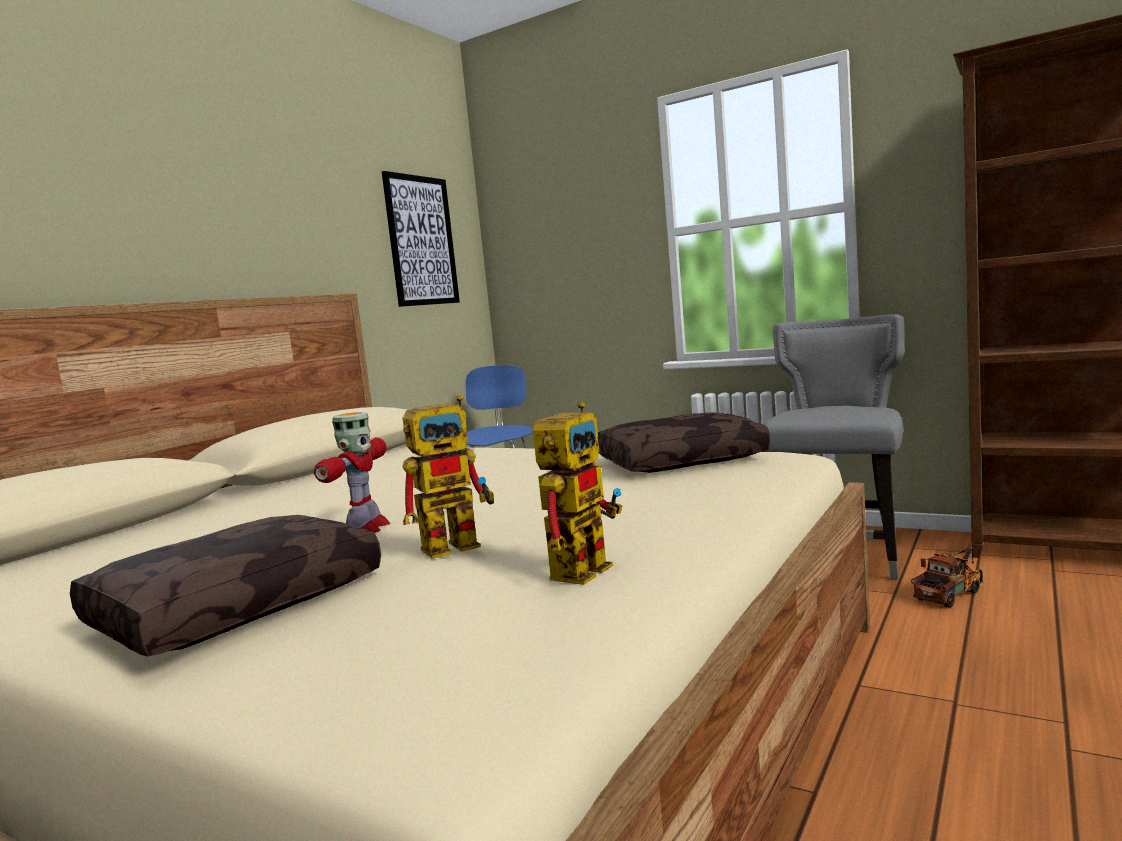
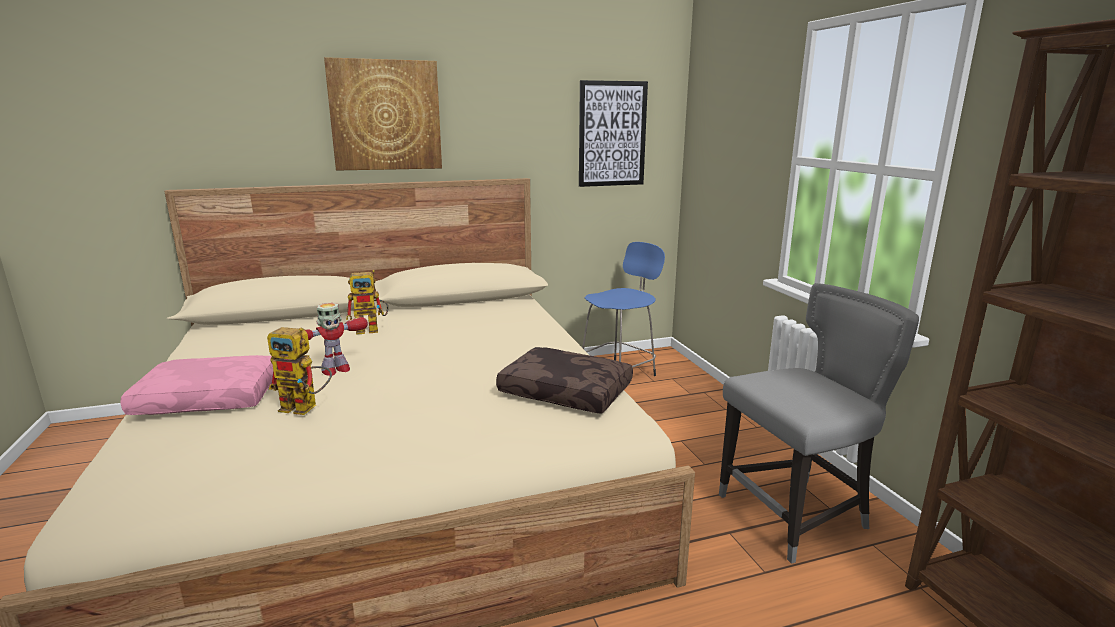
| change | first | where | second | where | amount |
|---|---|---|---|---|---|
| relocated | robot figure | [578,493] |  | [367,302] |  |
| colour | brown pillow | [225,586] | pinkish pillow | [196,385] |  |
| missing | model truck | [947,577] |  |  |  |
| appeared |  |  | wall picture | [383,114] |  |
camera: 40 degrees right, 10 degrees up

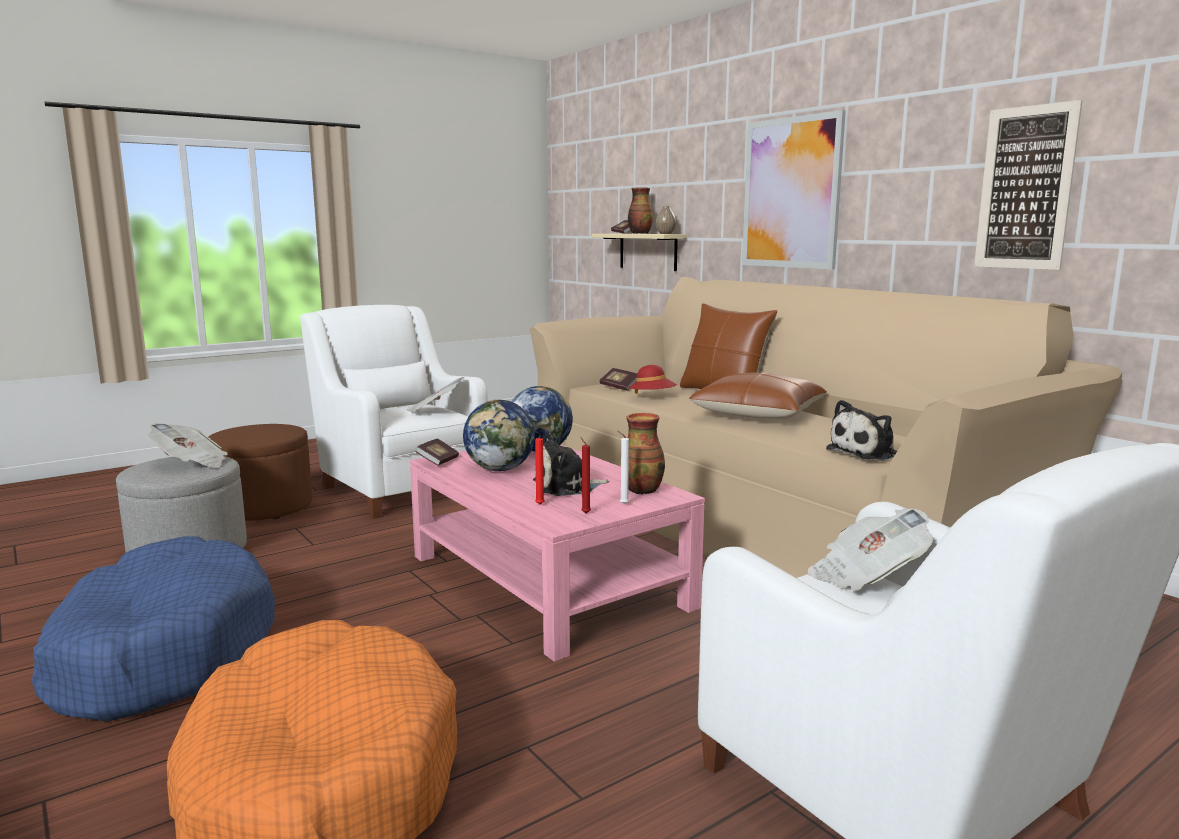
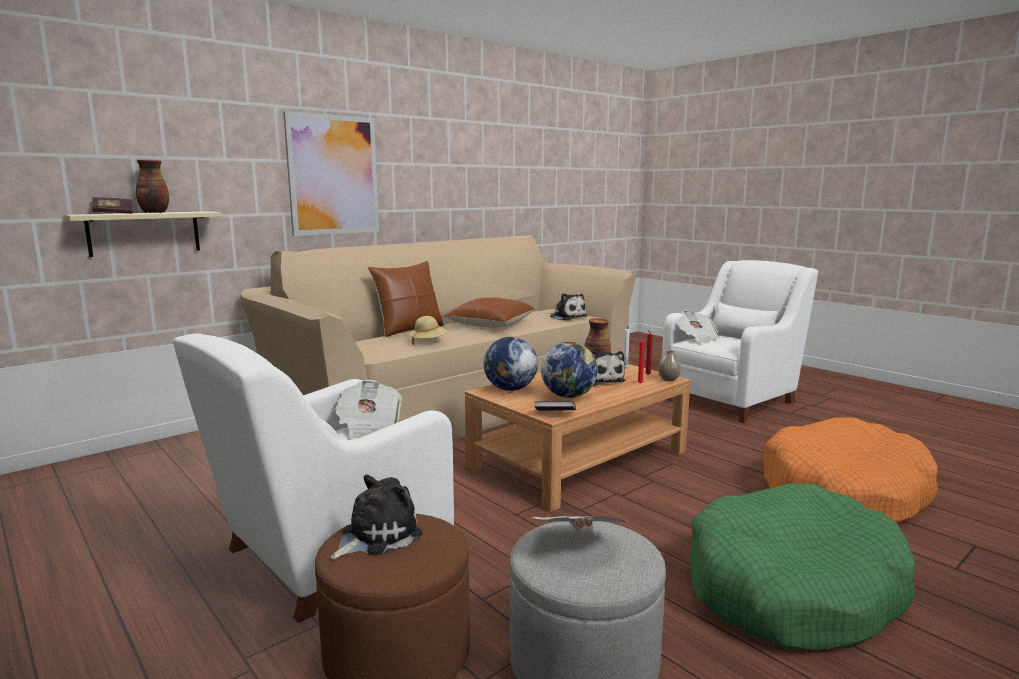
| change | first | where | second | where | amount |
|---|---|---|---|---|---|
| missing | wall picture | [1028,185] |  |  |  |
| relocated | decorative vase | [666,220] |  | [669,365] |  |
| colour | red clothing hat | [653,379] | sand-coloured clothing hat | [428,331] |  |
| missing | volume | [618,379] |  |  |  |
| colour | pinkish low table | [557,553] | brown low table | [578,438] |  |
| colour | blue-coloured dog bed | [153,629] | green-coloured dog bed | [803,566] |  |
| appeared |  |  | plush toy | [376,517] |  |
camera: 95 degrees left, 0 degrees up

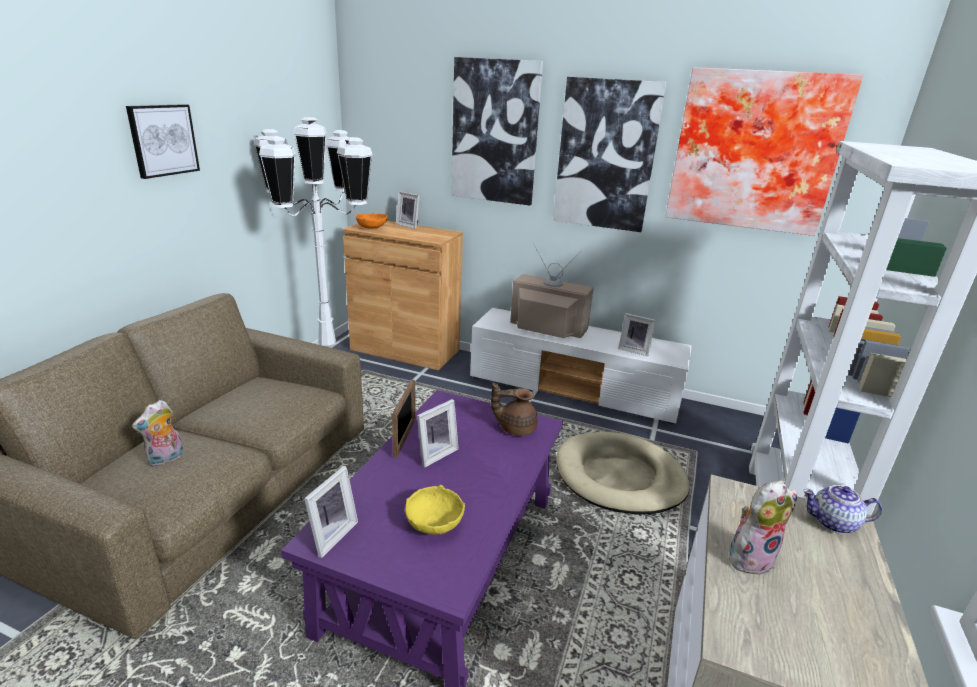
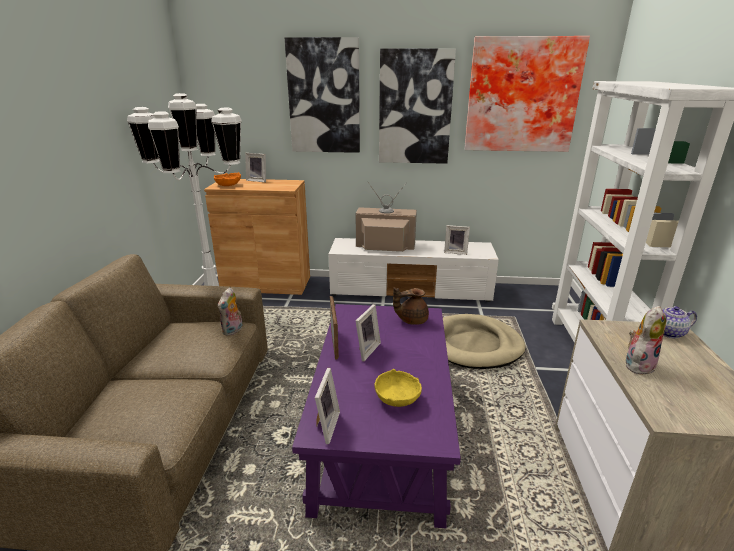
| change | first | where | second | where | amount |
|---|---|---|---|---|---|
| missing | wall picture | [163,141] |  |  |  |
| relocated | plush toy | [158,433] |  | [230,312] |  |
camera: 15 degrees left, 0 degrees up

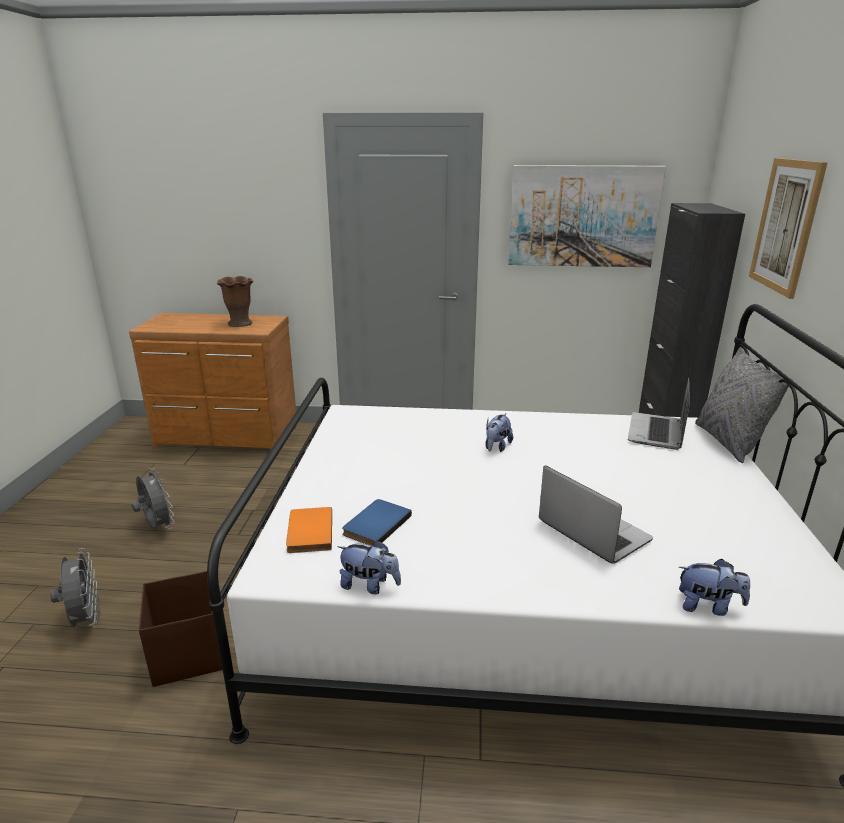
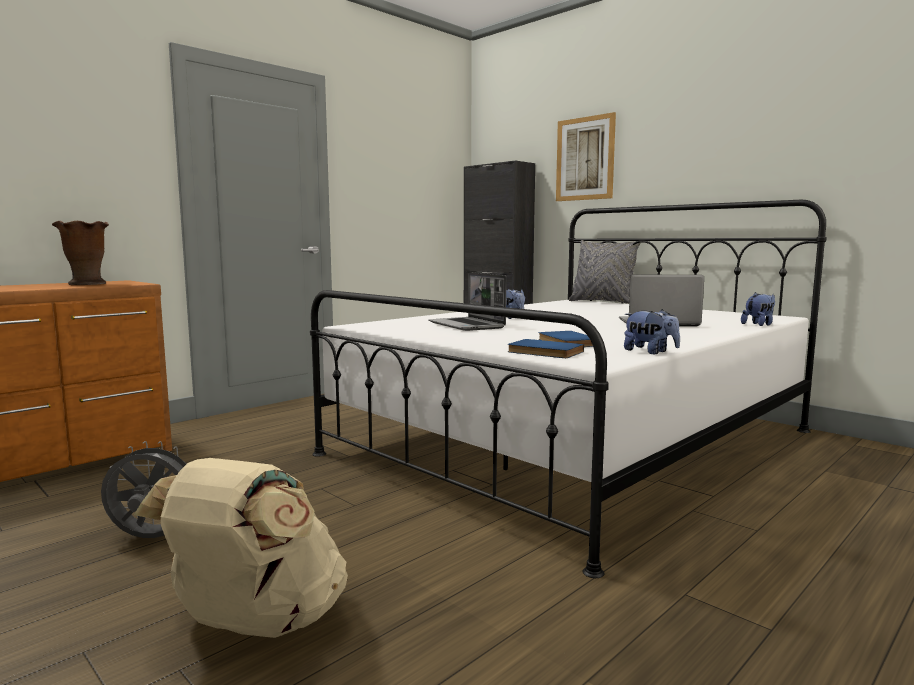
| change | first | where | second | where | amount |
|---|---|---|---|---|---|
| missing | wall picture | [587,216] |  |  |  |
| relocated | laptop | [659,414] |  | [467,301] |  |
| colour | orange-coloured volume | [309,530] | blue-coloured volume | [546,348] |  |
| spun | plush toy | [369,567] |  | [652,332] | 75 degrees clockwise |
| exchanged | greyish electric fan | [75,588] | sand-coloured knapsack | [241,548] |  |
| missing | brown storage bin | [180,629] |  |  |  |
camera: 50 degrees left, 15 degrees down

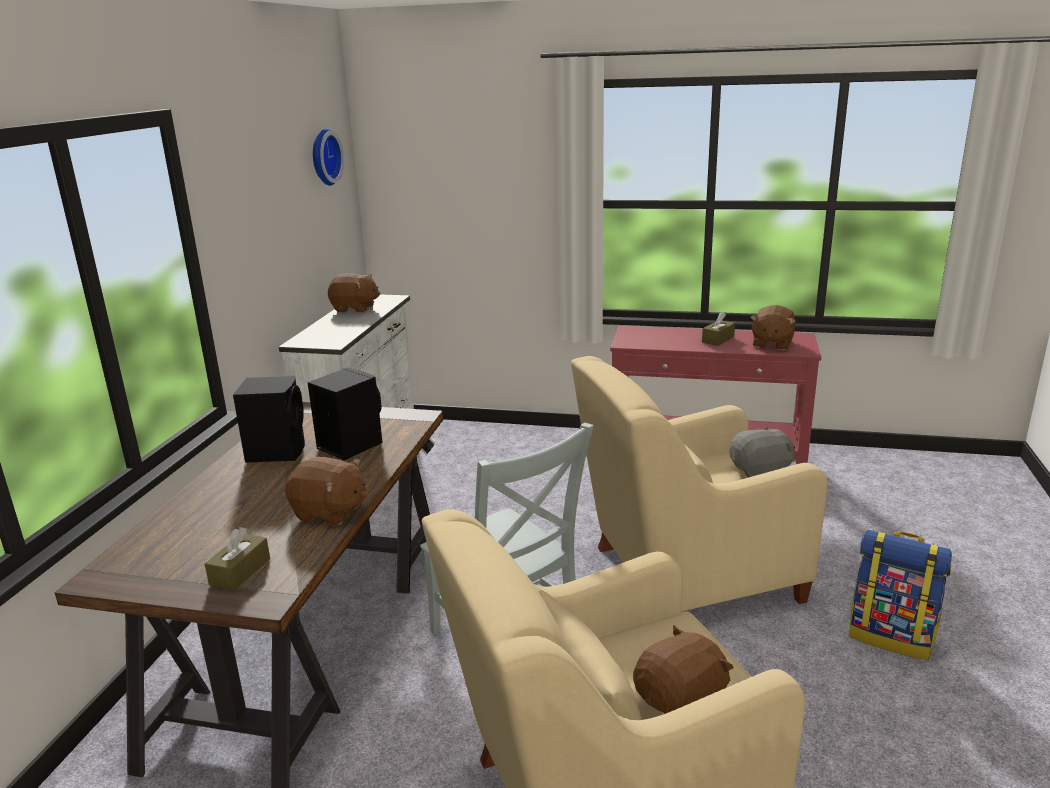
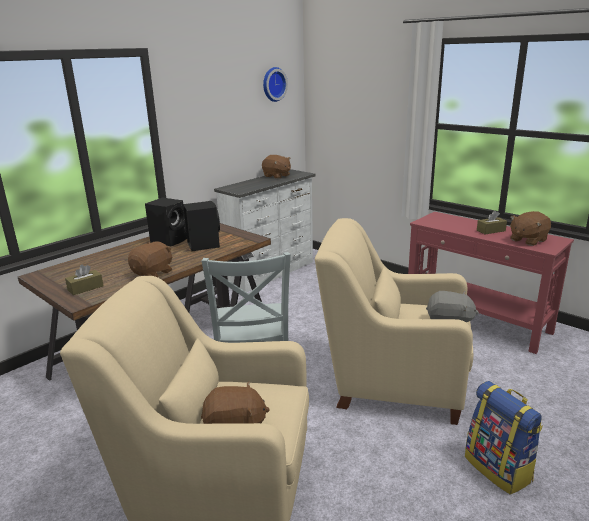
| change | first | where | second | where | amount |
|---|---|---|---|---|---|
| spun | brown plush toy | [326,491] |  | [150,259] | 105 degrees counterclockwise |
camera: 30 degrees right, 0 degrees up

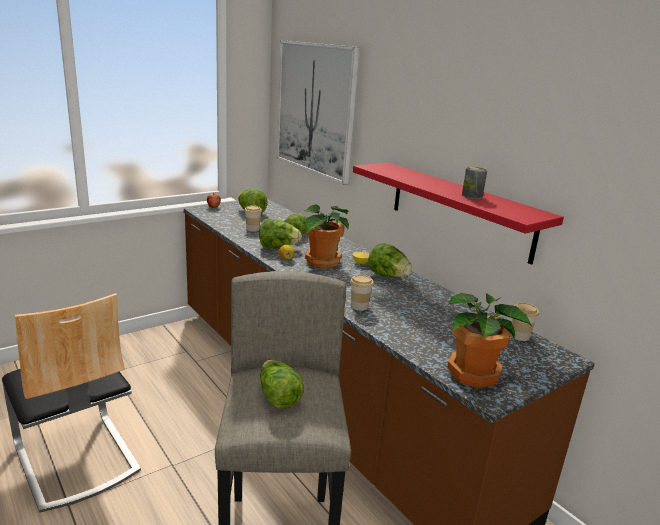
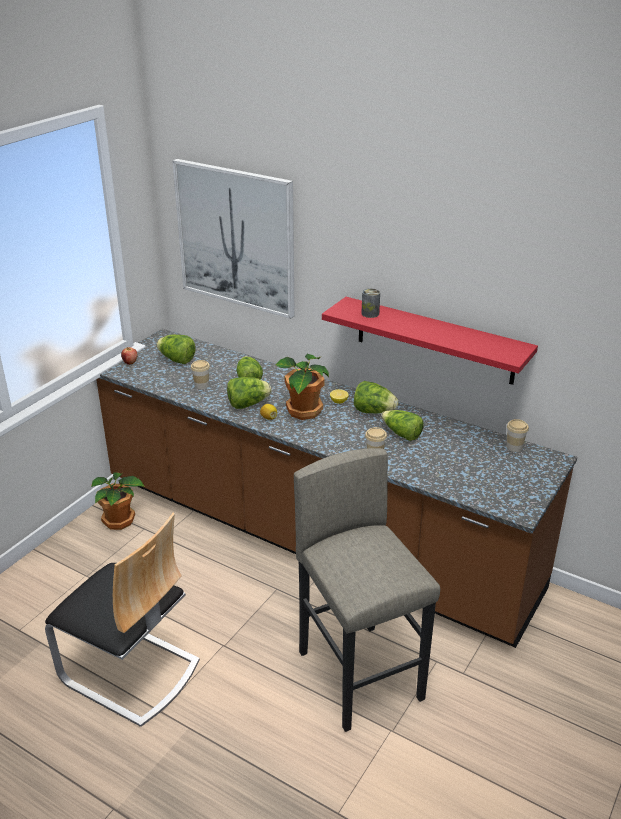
| change | first | where | second | where | amount |
|---|---|---|---|---|---|
| relocated | can | [474,183] |  | [370,303] |  |
| relocated | potted plant | [490,341] |  | [118,501] |  |
| relocated | head of lettuce | [282,384] |  | [402,425] |  |
camera: 20 degrees left, 10 degrees up

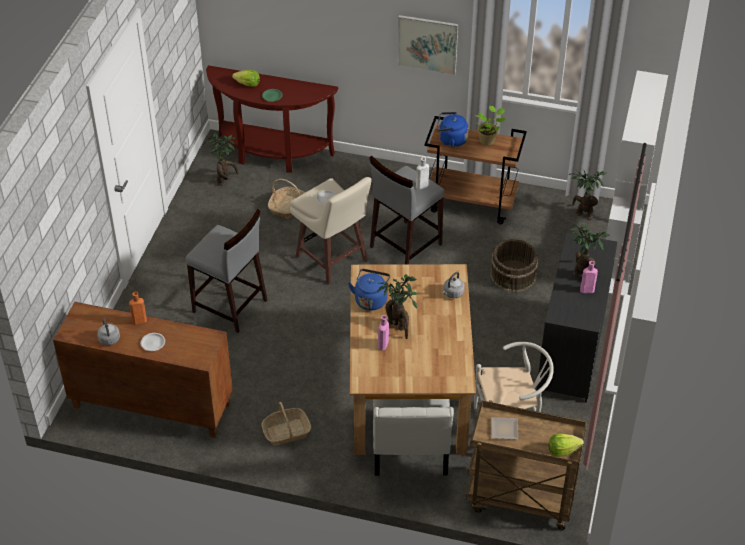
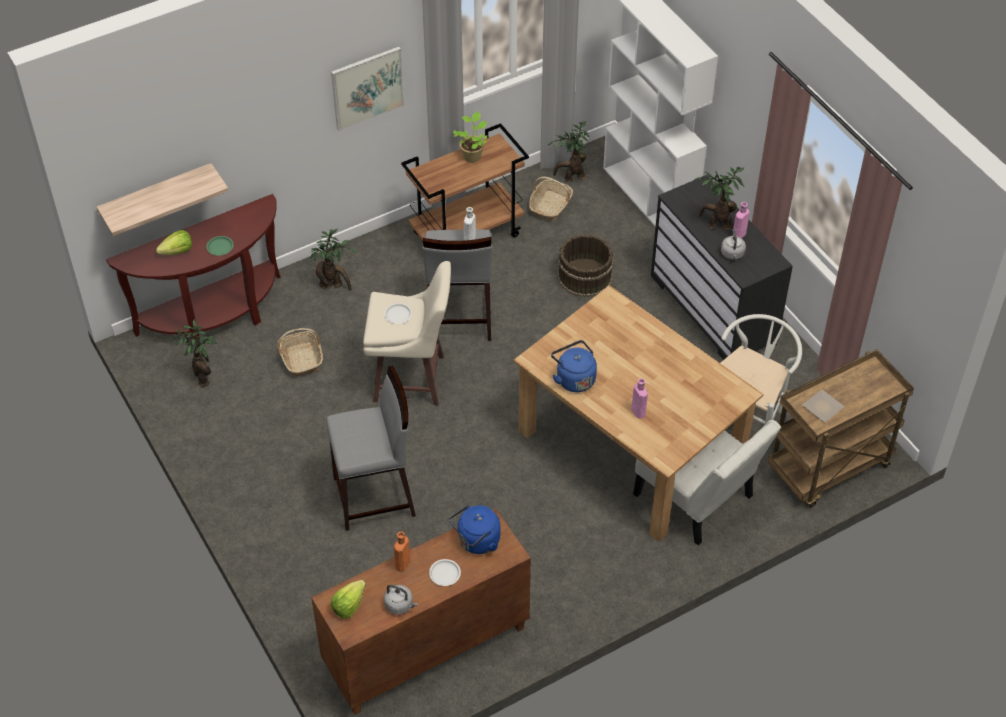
| change | first | where | second | where | amount |
|---|---|---|---|---|---|
| relocated | blue-coloured water kettle | [452,129] |  | [474,529] |  |
| relocated | greyish water kettle | [453,285] |  | [733,244] |  |
| relocated | potted plant | [398,306] |  | [333,260] |  |
| relocated | basket | [286,423] |  | [551,199] |  |
| relocated | head of lettuce | [566,445] |  | [348,599] |  |
| appeared |  |  | shelf | [162,199] |  |
camera: 45 degrees left, 5 degrees up

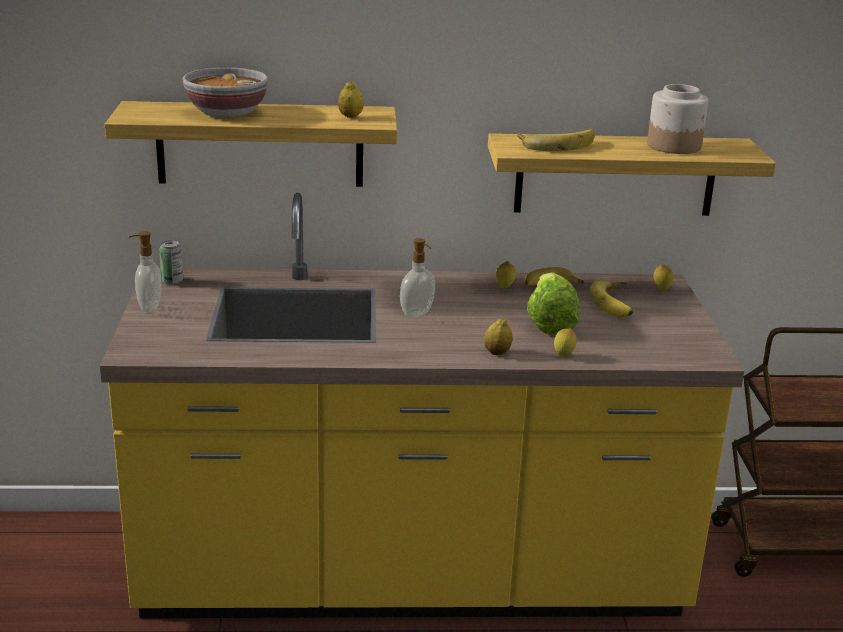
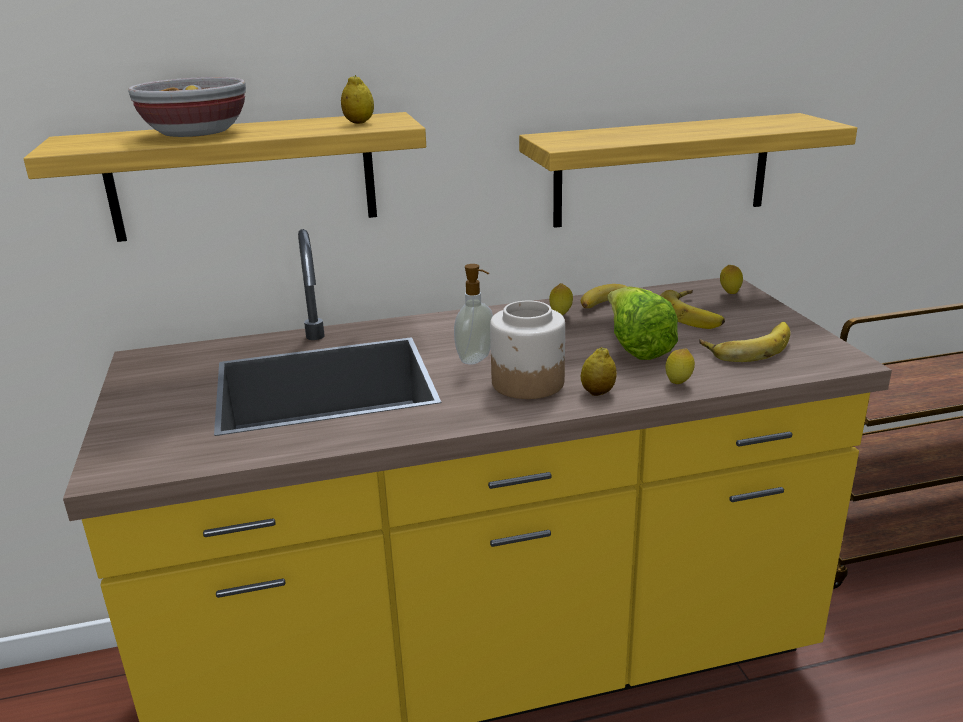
| change | first | where | second | where | amount |
|---|---|---|---|---|---|
| relocated | storage jar | [677,119] |  | [527,350] |  |
| relocated | banana fruit | [556,140] |  | [744,342] |  |
| missing | liquid soap bottle | [145,271] |  |  |  |
| missing | can | [171,262] |  |  |  |
camera: 10 degrees left, 0 degrees up

